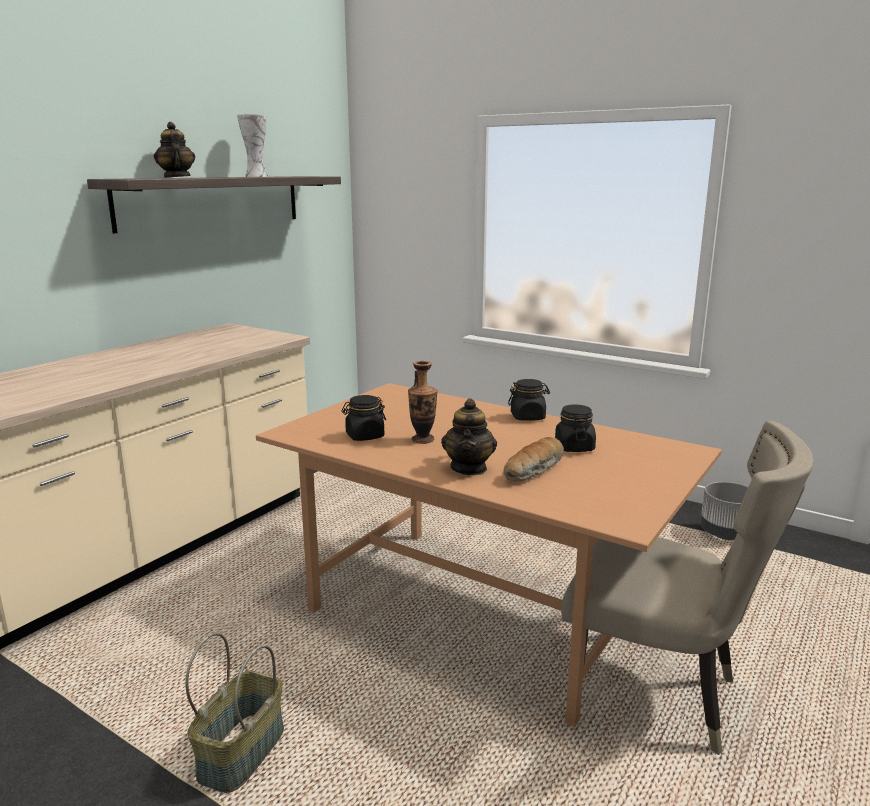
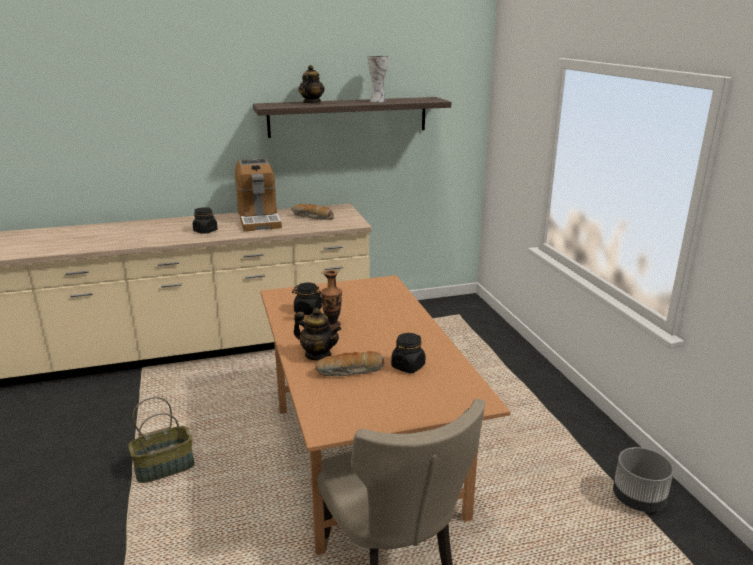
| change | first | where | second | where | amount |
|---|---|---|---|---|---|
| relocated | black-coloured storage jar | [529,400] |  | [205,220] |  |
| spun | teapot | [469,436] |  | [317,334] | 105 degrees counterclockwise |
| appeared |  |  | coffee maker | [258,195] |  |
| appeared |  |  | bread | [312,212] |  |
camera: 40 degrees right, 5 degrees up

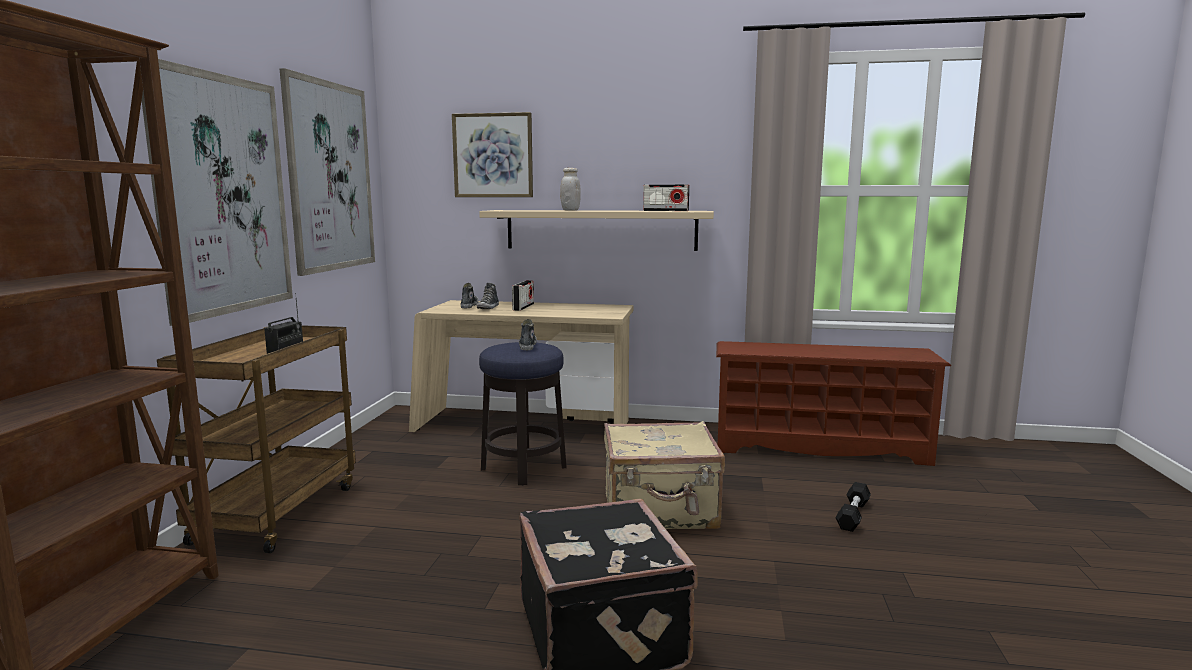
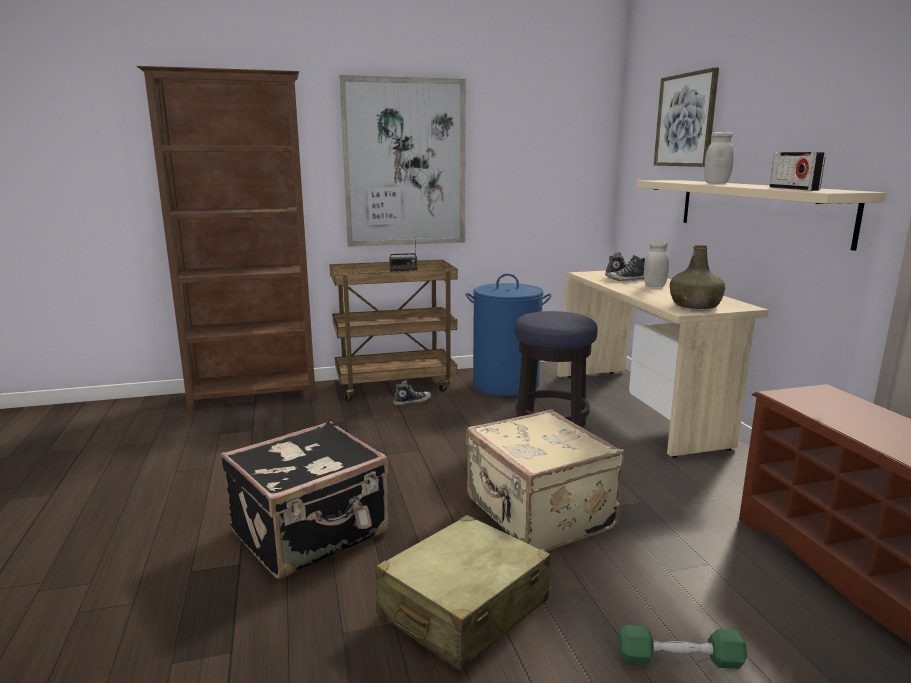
| change | first | where | second | where | amount |
|---|---|---|---|---|---|
| missing | wall picture | [327,172] |  |  |  |
| exchanged | radio | [523,295] | white storage jar | [656,264] |  |
| relocated | item of footwear | [528,334] |  | [412,393] |  |
| colour | black-coloured dumbbell | [853,507] | green-coloured dumbbell | [682,647] |  |
| appeared |  |  | green-coloured bottle | [697,277] |  |
| appeared |  |  | blue-coloured washing basket | [508,335] |  |
| appeared |  |  | sand-coloured piece of luggage | [463,593] |  |
camera: 65 degrees right, 5 degrees up

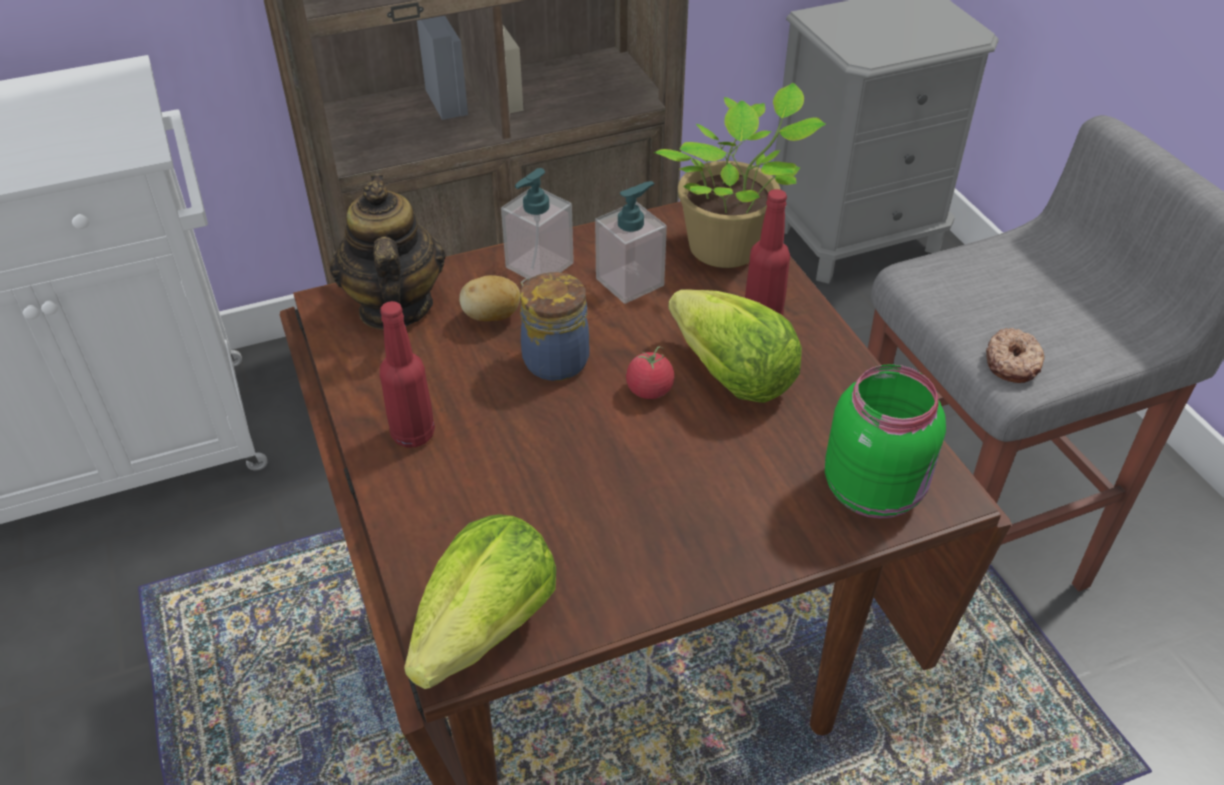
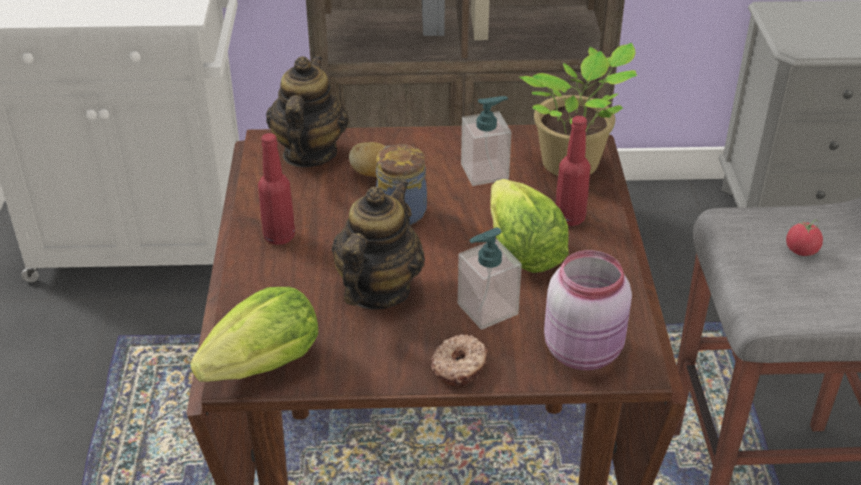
| change | first | where | second | where | amount |
|---|---|---|---|---|---|
| relocated | liquid soap bottle | [537,223] |  | [490,278] |  |
| relocated | donut | [1015,355] |  | [459,360] |  |
| relocated | whole tomato | [650,372] |  | [804,238] |  |
| colour | green-coloured storage jar | [885,441] | pinkish storage jar | [588,310] |  |
| appeared |  |  | teapot | [378,244] |  |
camera: 20 degrees right, 5 degrees down

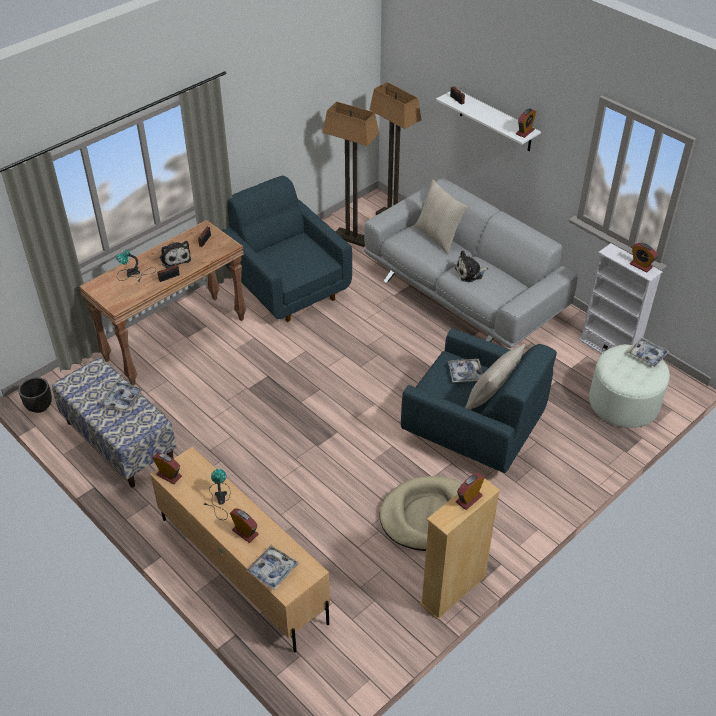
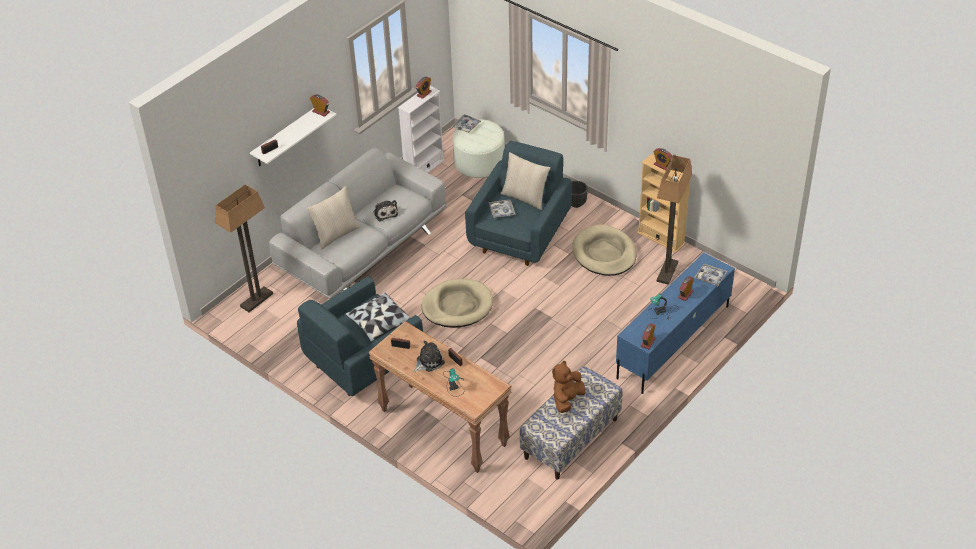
| change | first | where | second | where | amount |
|---|---|---|---|---|---|
| relocated | standing lamp | [351,174] |  | [674,220] |  |
| relocated | black-coloured plant pot | [35,395] |  | [579,194] |  |
| exchanged | carrying tray | [121,396] | brown plush toy | [569,387] |  |
| colour | sand-coloured tv stand | [240,550] | blue-coloured tv stand | [675,323] |  |
| appeared |  |  | sand-coloured dog bed | [457,303] |  |
| appeared |  |  | pillow | [378,317] |  |
camera: 95 degrees left, 0 degrees up

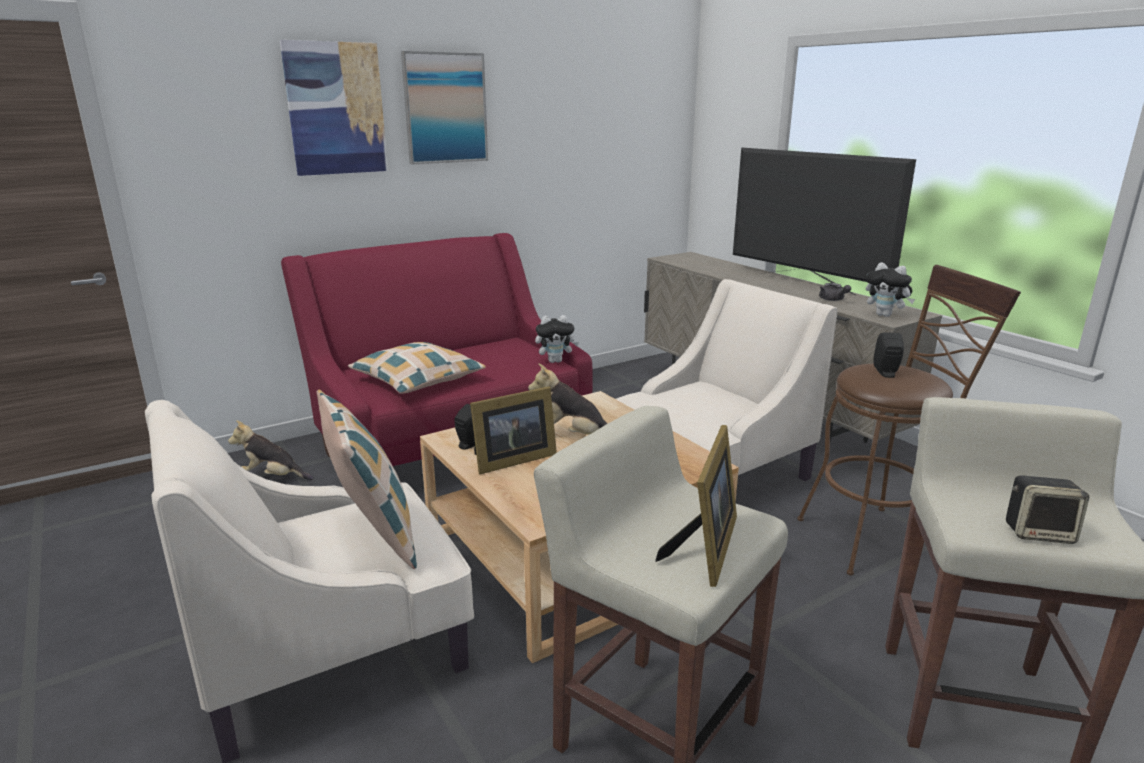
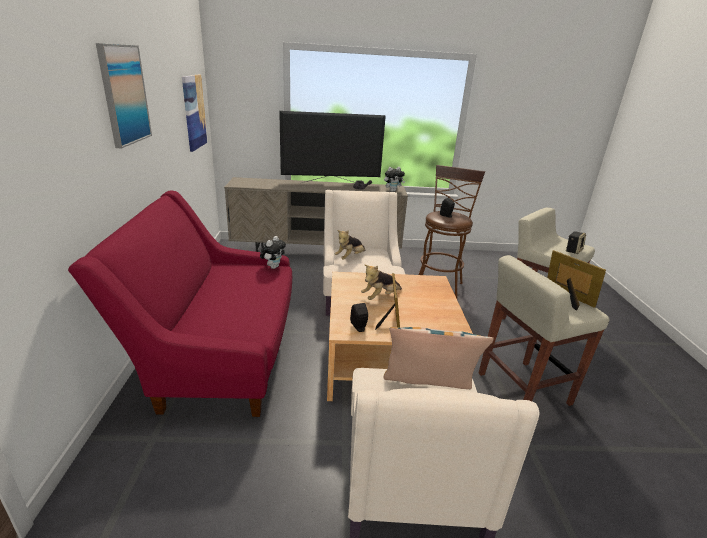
| change | first | where | second | where | amount |
|---|---|---|---|---|---|
| relocated | wall picture | [334,108] |  | [195,113] |  |
| missing | pillow | [417,368] |  |  |  |
| relocated | plush toy | [271,450] |  | [350,245] |  |
camera: 60 degrees left, 5 degrees up

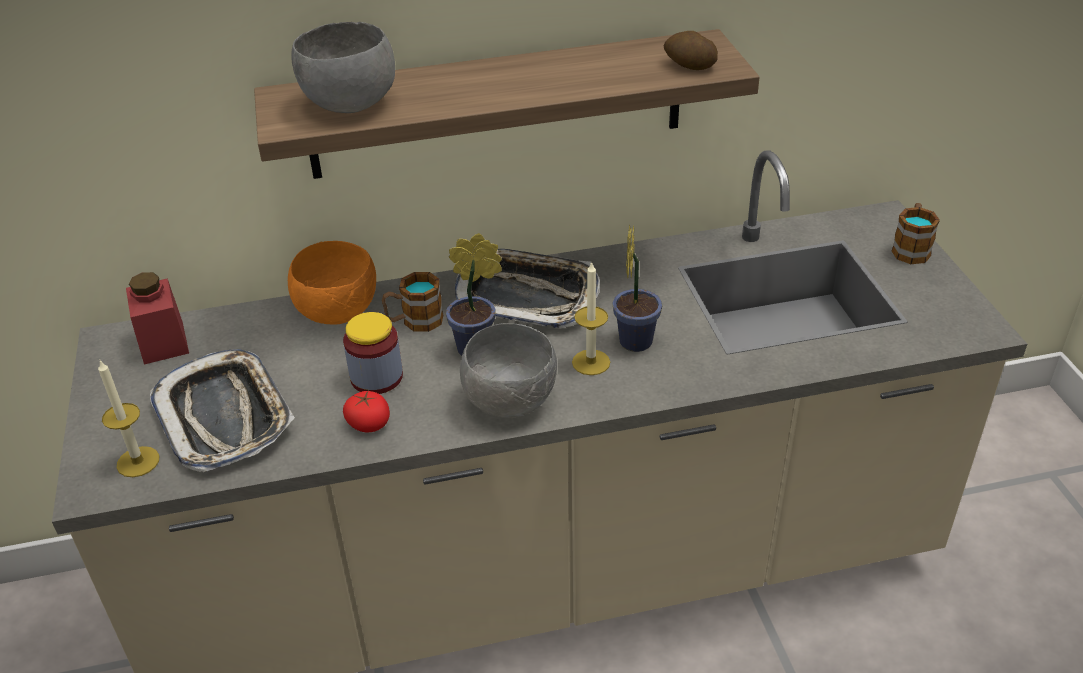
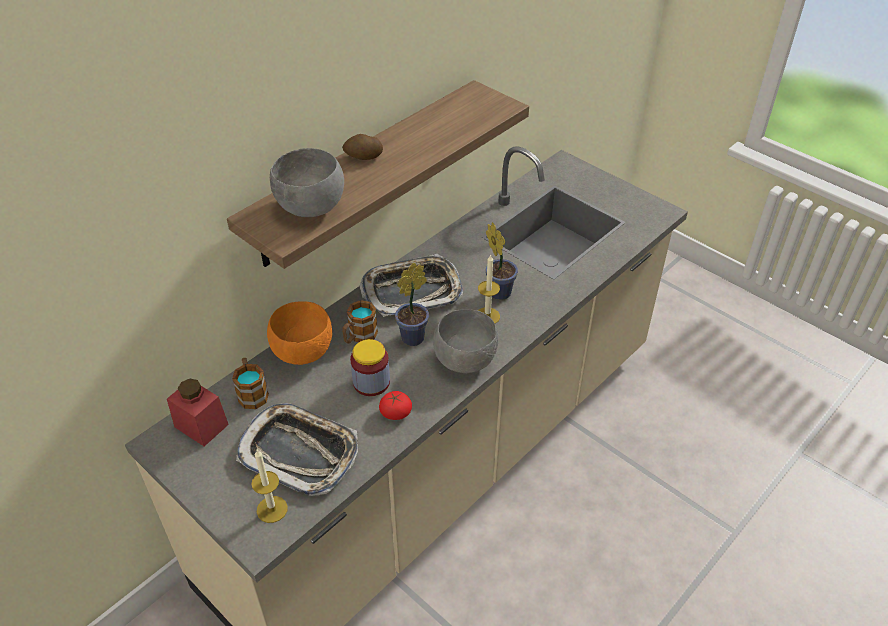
| change | first | where | second | where | amount |
|---|---|---|---|---|---|
| relocated | whole potato | [691,50] |  | [362,147] |  |
| relocated | tea mug | [915,233] |  | [250,383] |  |
camera: 35 degrees left, 5 degrees up

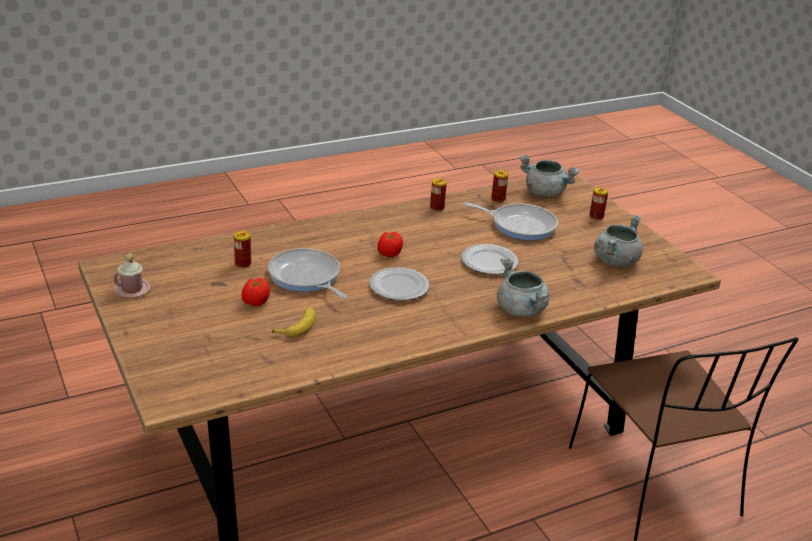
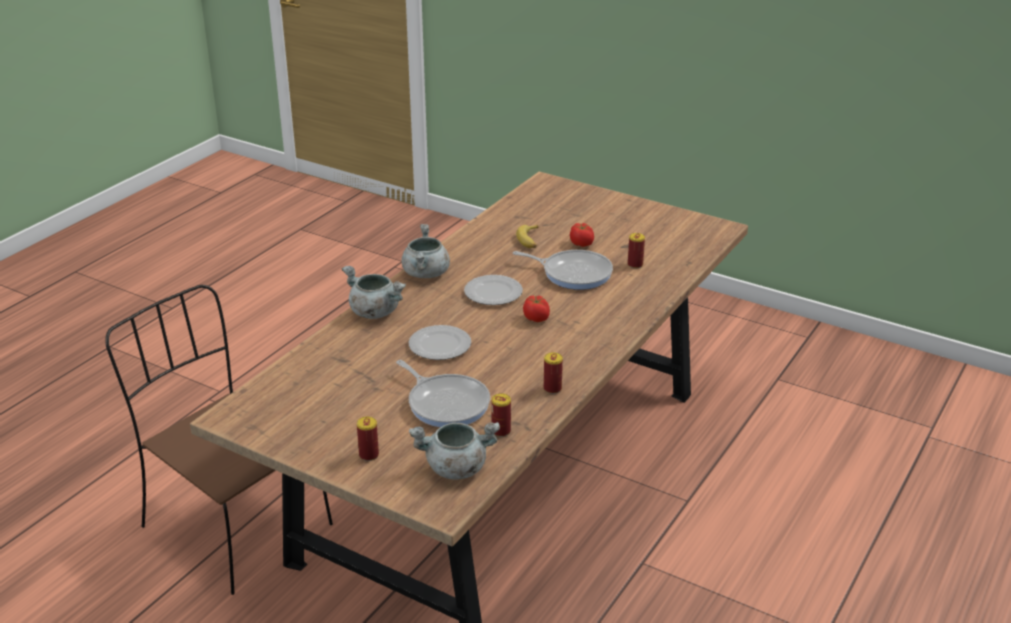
| change | first | where | second | where | amount |
|---|---|---|---|---|---|
| spun | frying pan | [510,221] |  | [443,393] | 120 degrees counterclockwise |
| relocated | greyish cooking pot | [618,240] |  | [426,251] |  |
| missing | pinkish tea mug | [132,275] |  |  |  |
camera: 150 degrees right, 0 degrees up

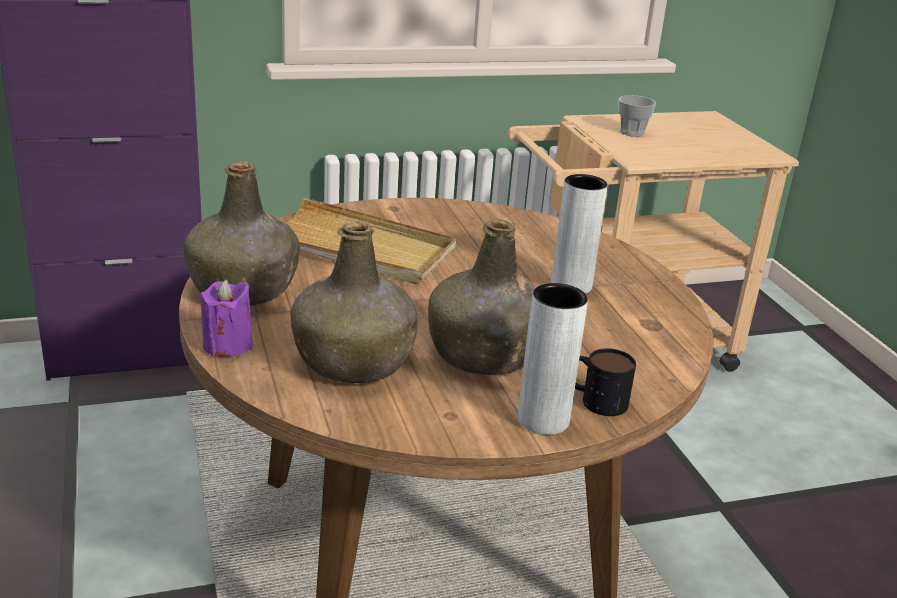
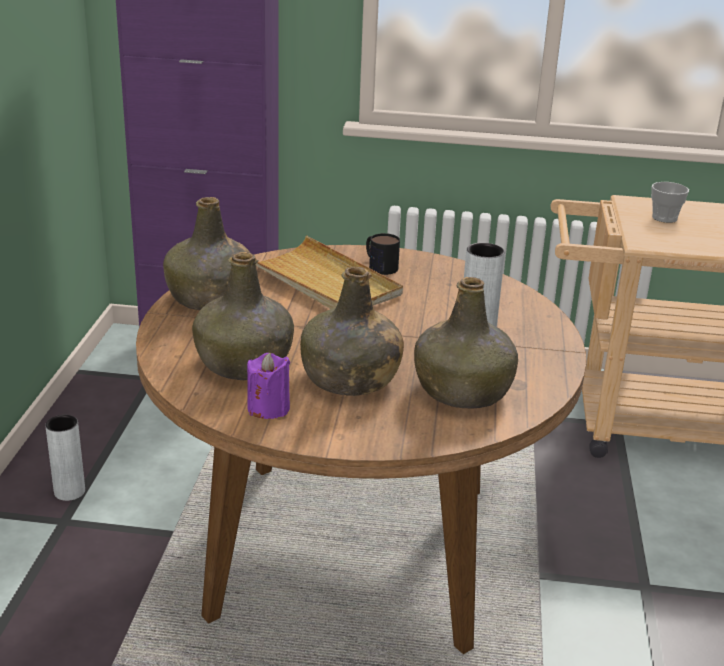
| change | first | where | second | where | amount |
|---|---|---|---|---|---|
| relocated | purple-coloured wax candle | [226,318] |  | [268,386] |  |
| relocated | greyish decorative vase | [553,359] |  | [65,458] |  |
| relocated | tea mug | [605,382] |  | [383,254] |  |
| appeared |  |  | green-coloured bottle | [466,342] |  |
camera: 25 degrees right, 0 degrees up

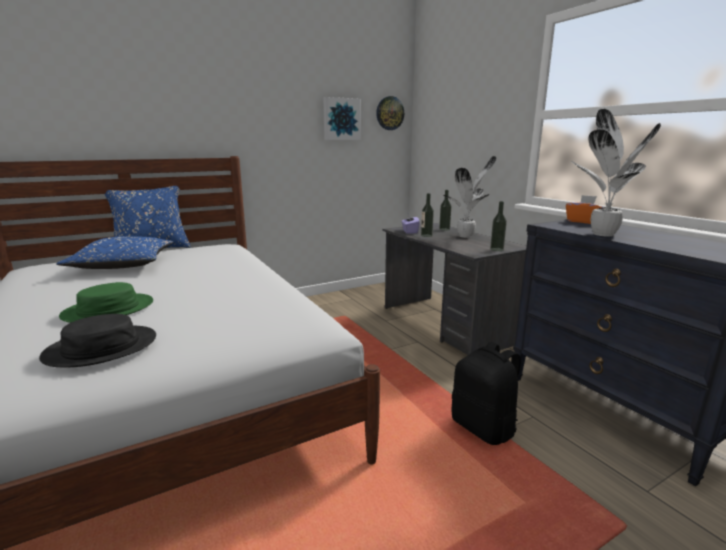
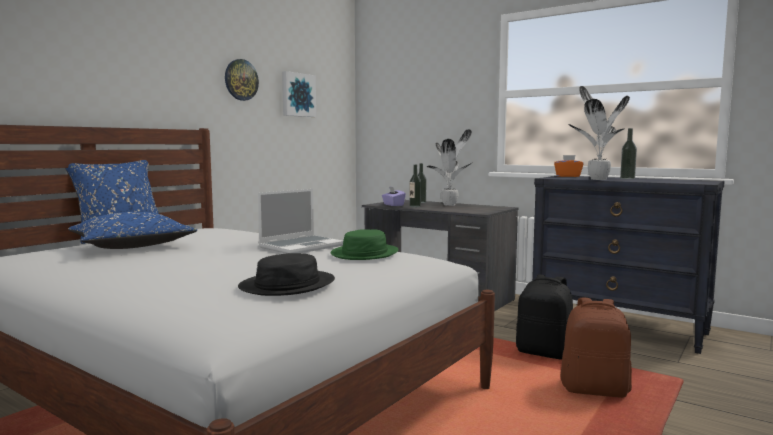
| change | first | where | second | where | amount |
|---|---|---|---|---|---|
| relocated | hanging clock | [390,113] |  | [242,80] |  |
| relocated | bottle | [498,226] |  | [628,153] |  |
| relocated | green-coloured clothing hat | [106,302] |  | [364,245] |  |
| appeared |  |  | laptop | [300,221] |  |
| appeared |  |  | brown knapsack | [596,348] |  |
camera: 25 degrees left, 10 degrees down

